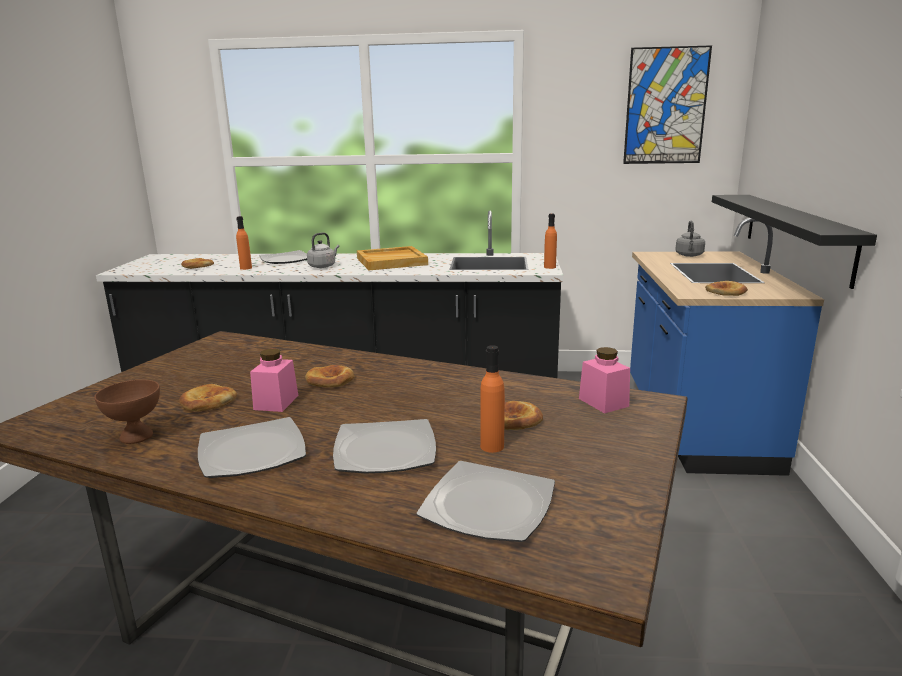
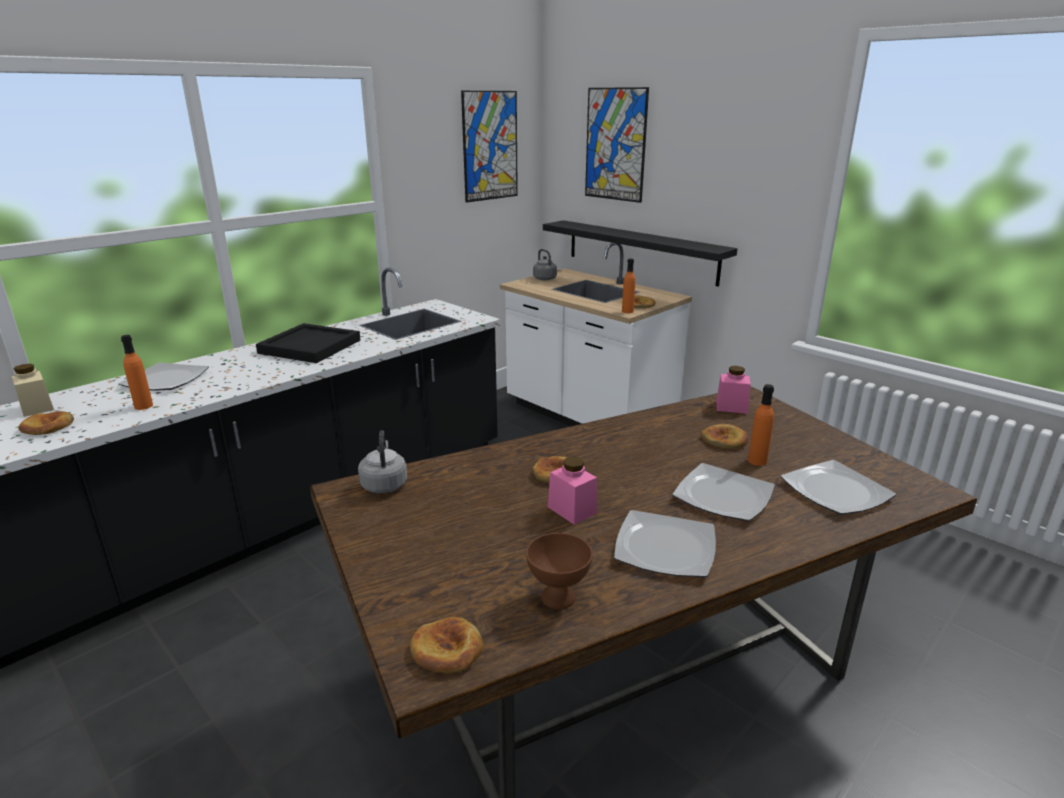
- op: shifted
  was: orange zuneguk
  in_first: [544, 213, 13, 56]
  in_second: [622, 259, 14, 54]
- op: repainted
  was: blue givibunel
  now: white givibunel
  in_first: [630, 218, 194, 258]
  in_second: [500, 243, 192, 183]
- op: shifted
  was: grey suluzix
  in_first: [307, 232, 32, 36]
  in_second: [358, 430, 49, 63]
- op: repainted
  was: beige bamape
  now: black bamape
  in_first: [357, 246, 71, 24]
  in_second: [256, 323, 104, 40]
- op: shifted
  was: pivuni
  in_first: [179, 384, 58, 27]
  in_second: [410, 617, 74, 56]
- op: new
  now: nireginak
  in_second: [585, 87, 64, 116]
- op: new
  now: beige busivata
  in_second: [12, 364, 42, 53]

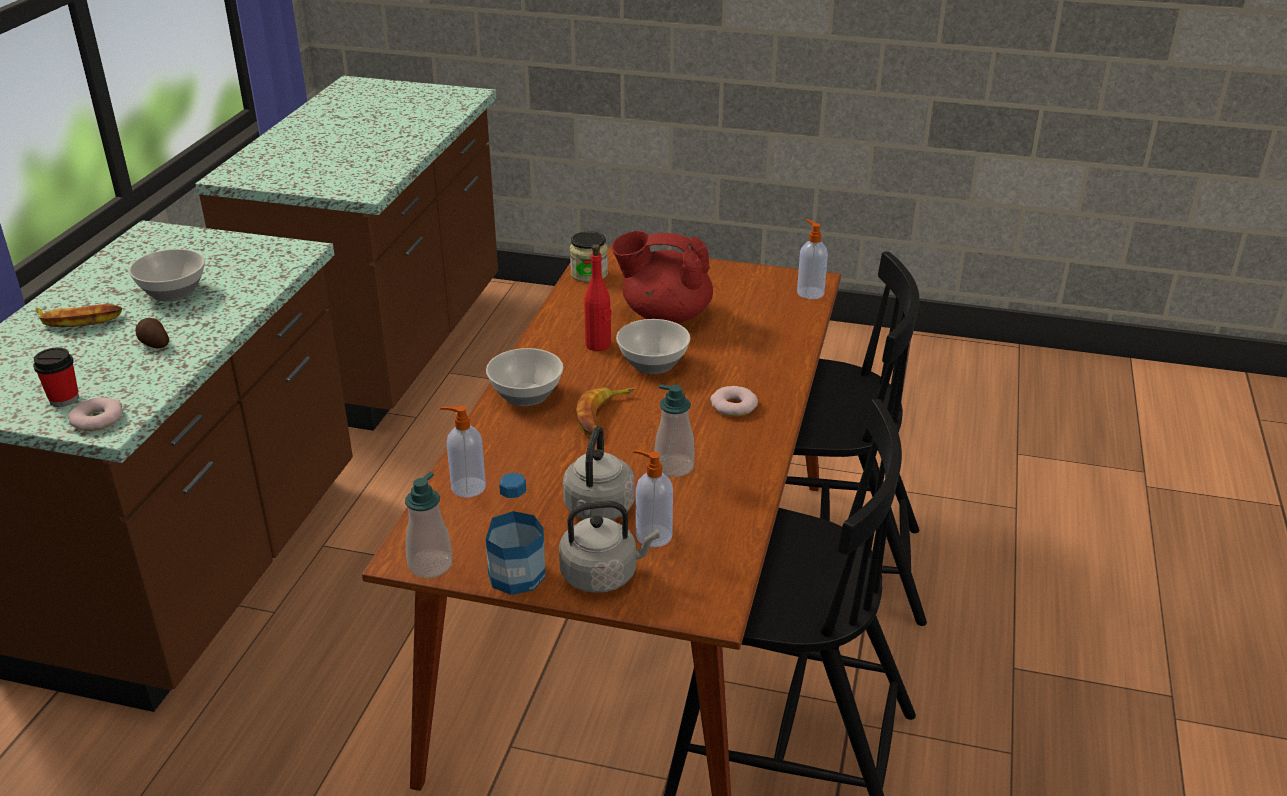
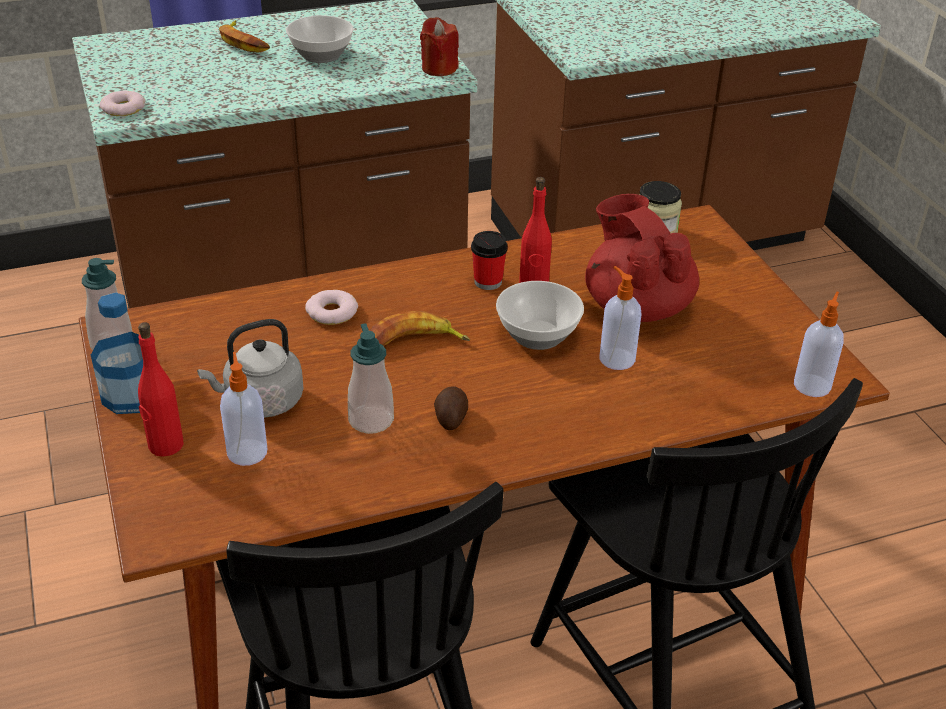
- op: shifted
  was: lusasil
  in_first: [135, 318, 34, 30]
  in_second: [434, 386, 34, 44]
- op: shifted
  was: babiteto
  in_first: [33, 347, 46, 60]
  in_second: [471, 231, 37, 59]
- op: gone
  was: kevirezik
  in_first: [486, 348, 77, 59]
- op: shifted
  was: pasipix
  in_first: [710, 386, 48, 30]
  in_second: [305, 290, 53, 35]
- op: shifted
  was: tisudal
  in_first: [440, 406, 46, 92]
  in_second: [600, 266, 41, 104]
- op: swapped
  was: grey suluzix
  now: red zuneguk
  in_first: [559, 501, 101, 92]
  in_second: [138, 322, 45, 135]
- op: new
  now: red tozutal
  in_second: [420, 17, 39, 59]

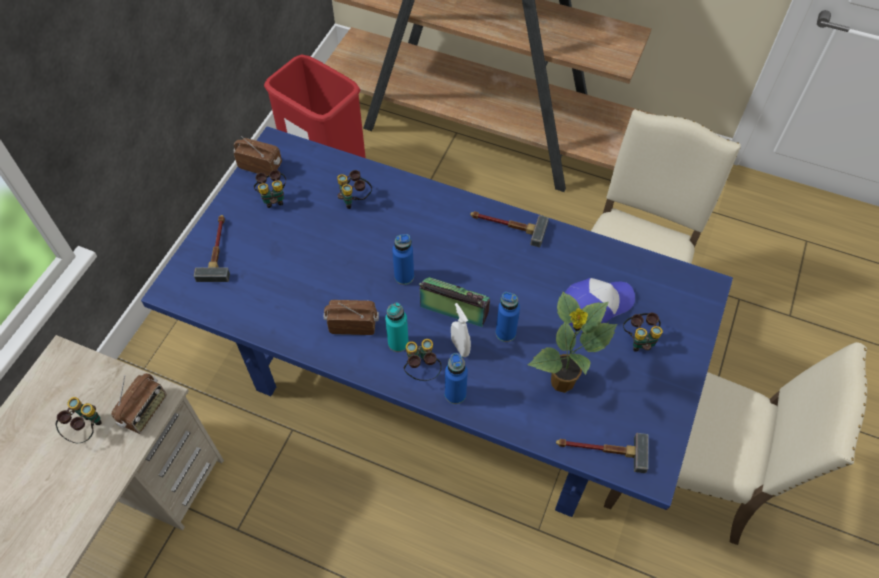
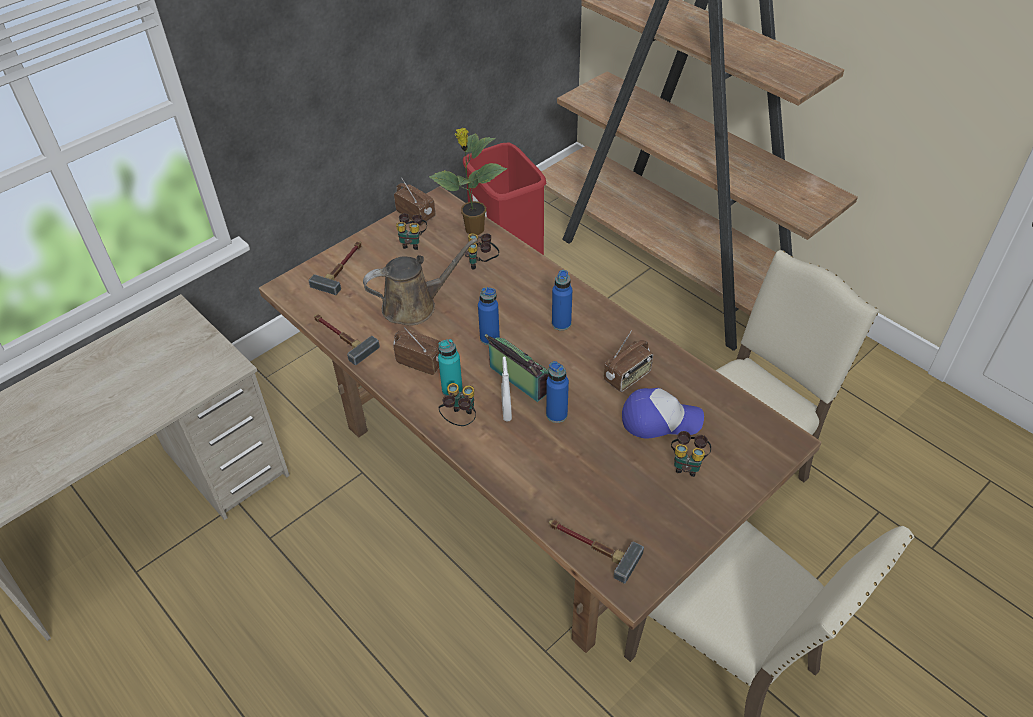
- op: repainted
  was: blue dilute
  now: brown dilute
  in_first: [141, 126, 592, 391]
  in_second: [259, 186, 563, 467]
- op: shifted
  was: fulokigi
  in_first: [470, 211, 79, 36]
  in_second: [314, 314, 66, 51]
- op: shifted
  was: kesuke
  in_first: [528, 292, 89, 101]
  in_second: [429, 128, 78, 107]
- op: shifted
  was: blue zuneguk
  in_first: [445, 353, 23, 51]
  in_second: [552, 270, 20, 61]
- op: shifted
  was: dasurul
  in_first: [111, 373, 55, 61]
  in_second: [604, 330, 49, 62]
- op: gone
  was: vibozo
  in_first: [56, 397, 46, 46]
- op: new
  now: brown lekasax
  in_second: [363, 238, 115, 88]

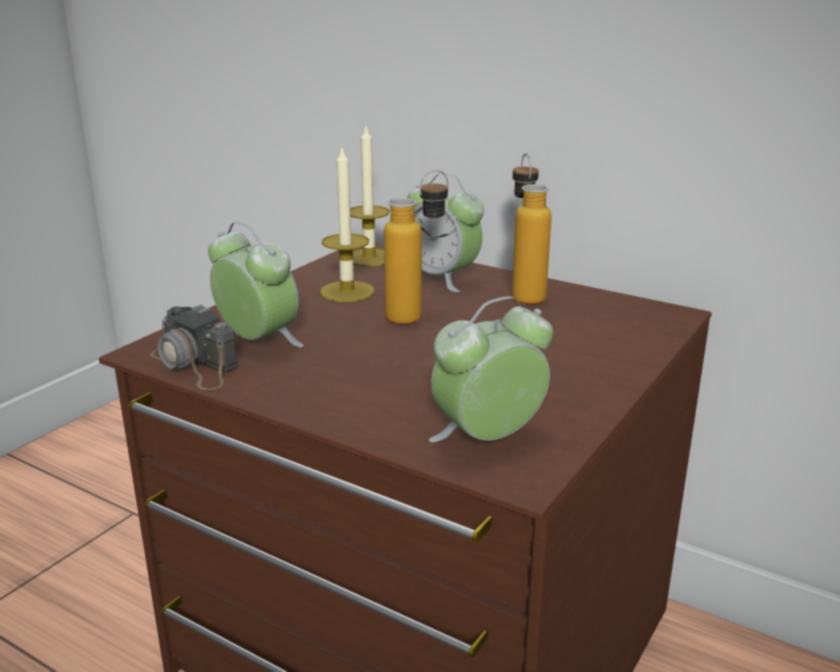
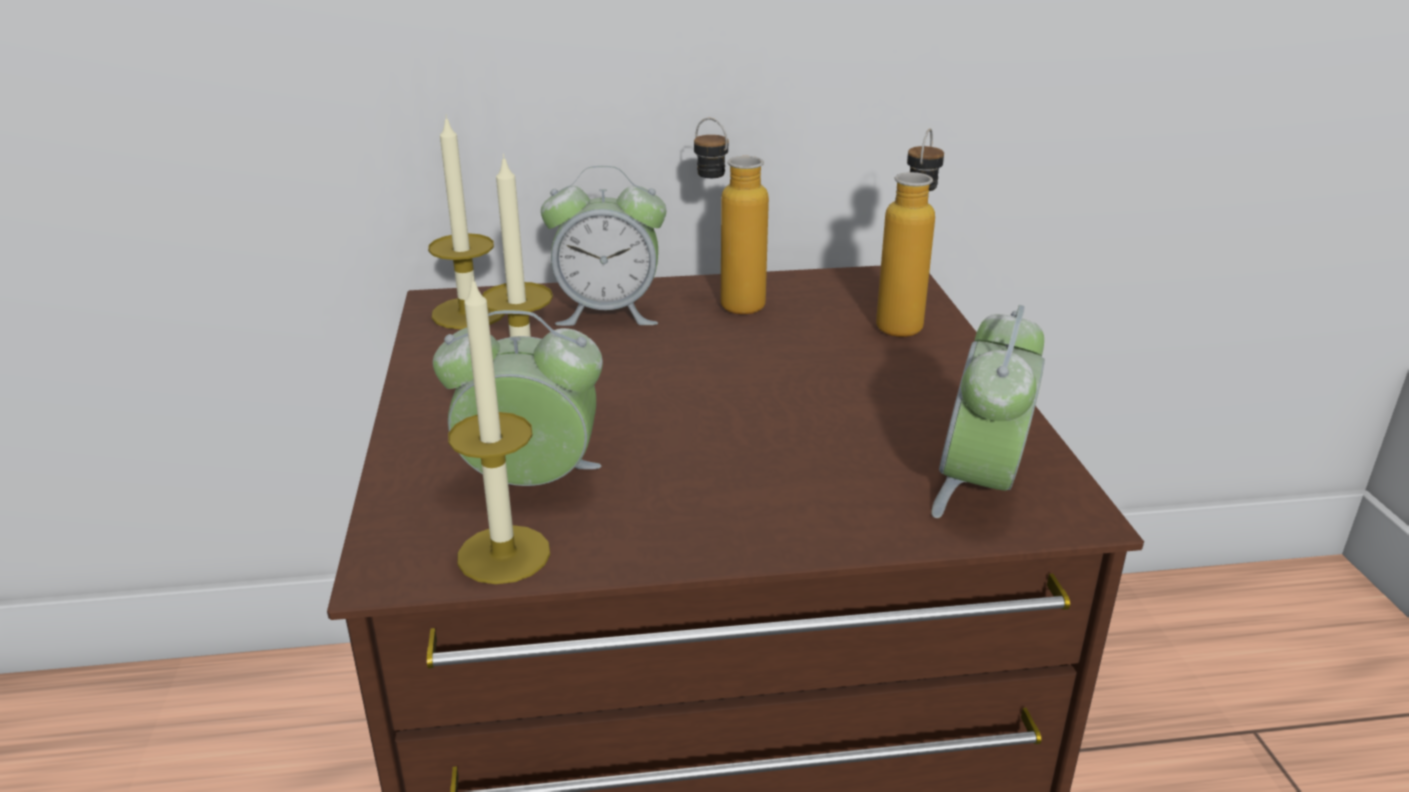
- op: shifted
  was: zuneguk
  in_first: [384, 170, 65, 154]
  in_second: [876, 129, 68, 208]
- op: swapped
  was: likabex
  now: tozutal
  in_first: [150, 304, 87, 87]
  in_second: [448, 276, 102, 308]

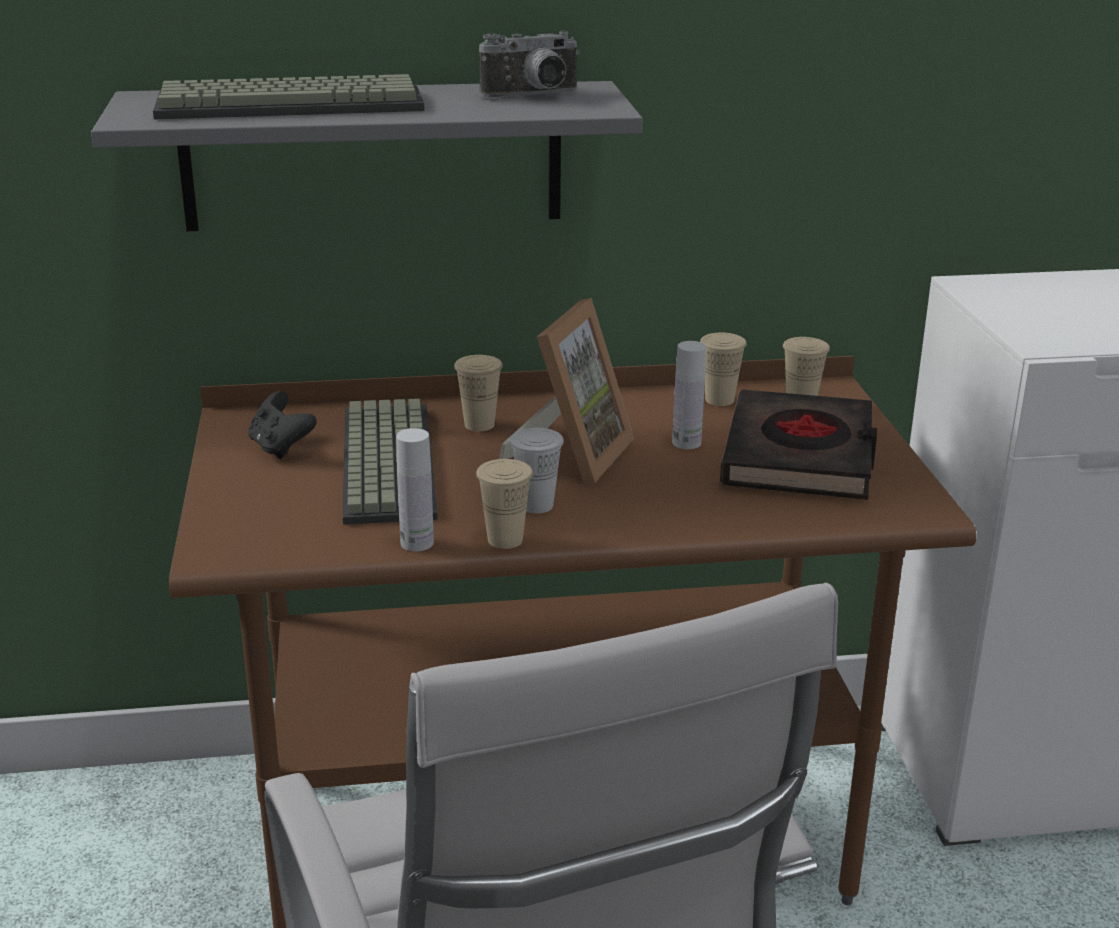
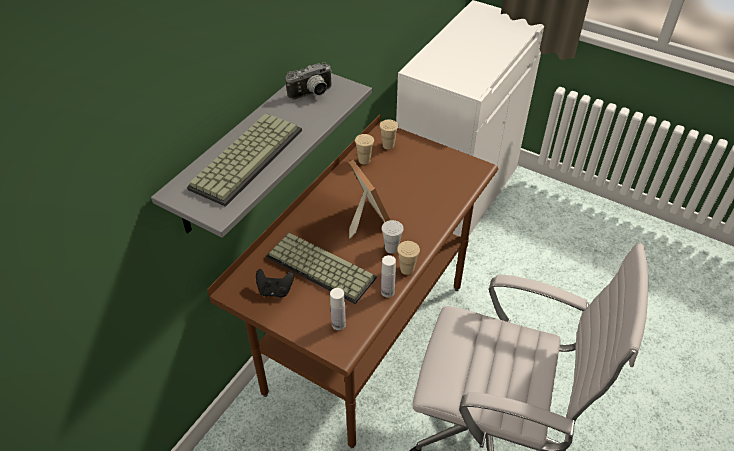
- op: rotated
  was: likabex
  in_first: [479, 31, 101, 67]
  in_second: [286, 62, 46, 38]
  clockwise: 45
- op: shifted
  was: white zuneguk
  in_first: [672, 341, 34, 108]
  in_second: [330, 288, 16, 42]
- op: gone
  was: beige babiteto
  in_first: [454, 355, 49, 76]
- op: gone
  was: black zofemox
  in_first: [720, 390, 157, 110]

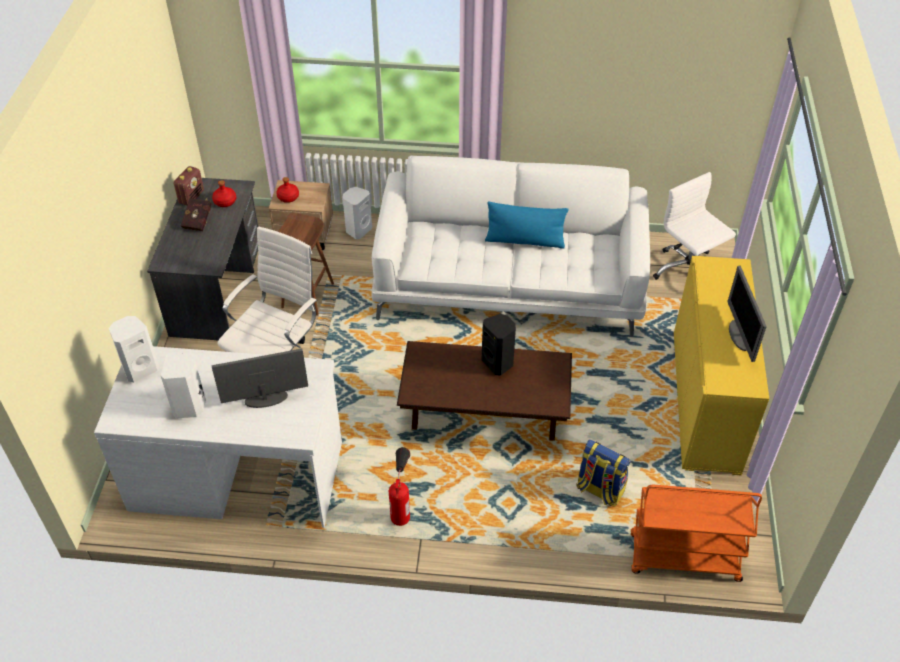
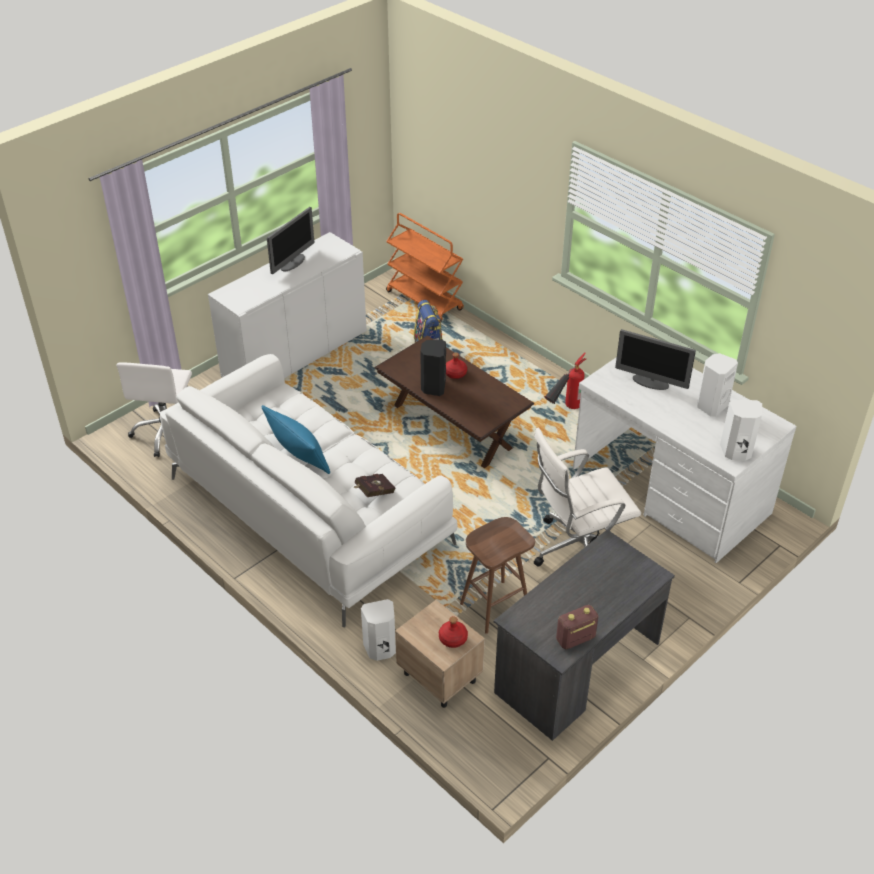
- op: shifted
  was: red zuneguk
  in_first: [212, 180, 24, 27]
  in_second: [446, 353, 21, 26]
- op: shifted
  was: red zofemox
  in_first: [181, 198, 31, 33]
  in_second: [354, 474, 41, 23]
- op: repainted
  was: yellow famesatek
  now: white famesatek
  in_first: [674, 256, 95, 219]
  in_second: [208, 232, 159, 146]

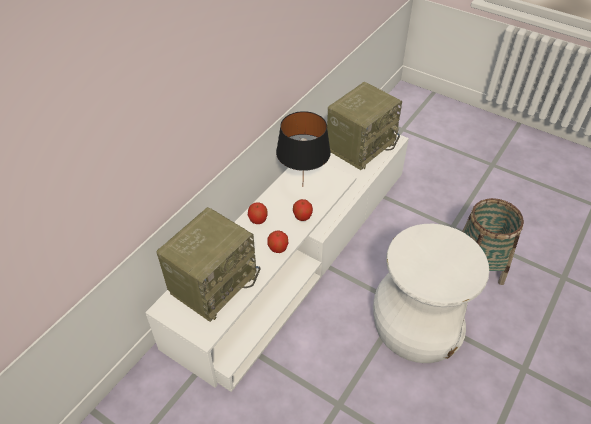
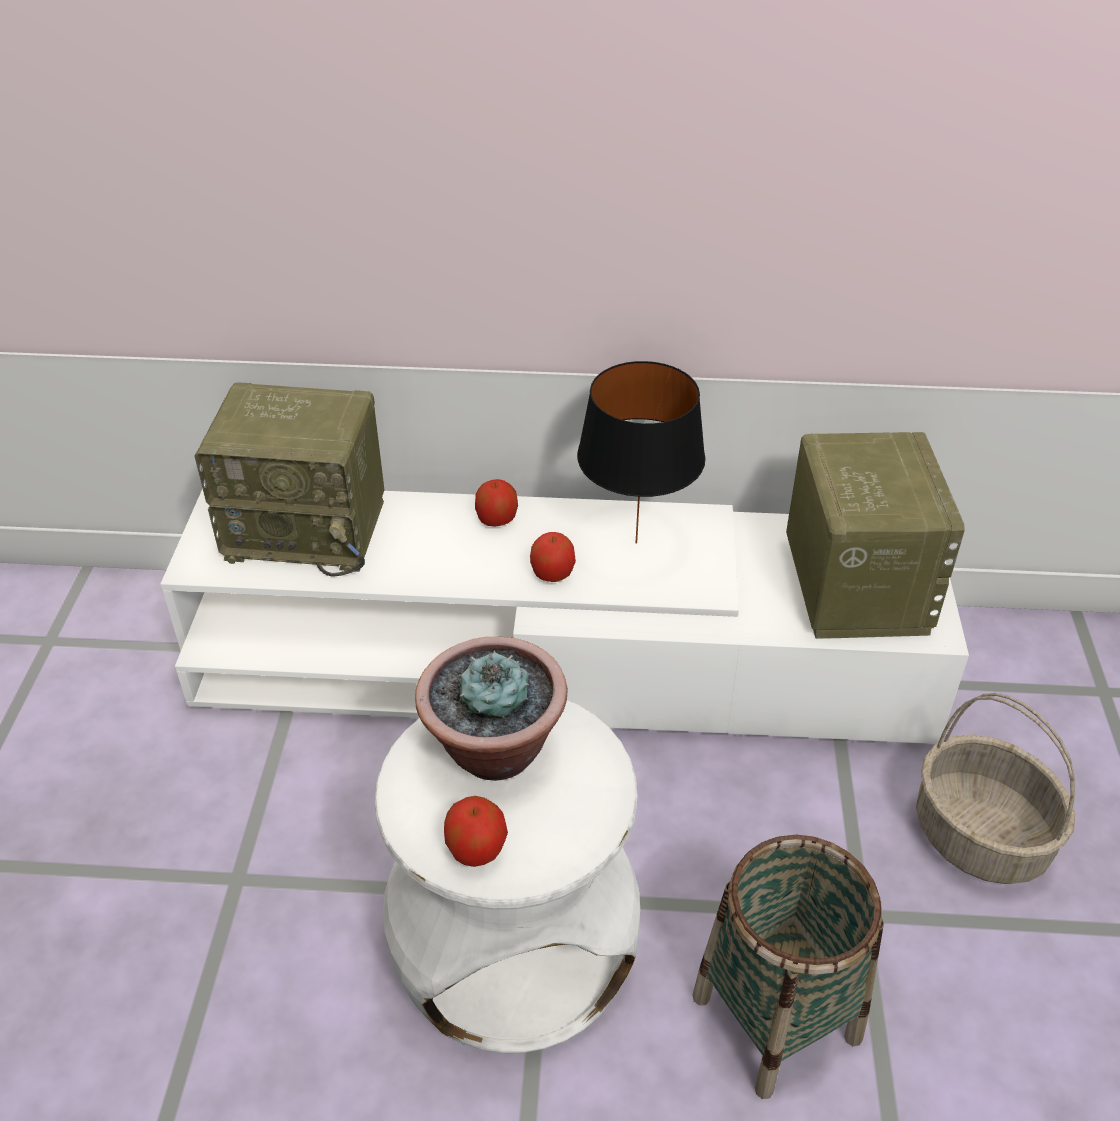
- op: rotated
  was: dasurul
  in_first: [327, 82, 75, 88]
  in_second: [786, 432, 179, 207]
  clockwise: -105
- op: shifted
  was: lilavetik
  in_first: [267, 231, 21, 22]
  in_second: [444, 796, 64, 71]
- op: new
  now: kesuke
  in_second: [415, 637, 153, 144]
- op: new
  now: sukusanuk
  in_second: [916, 693, 159, 191]

